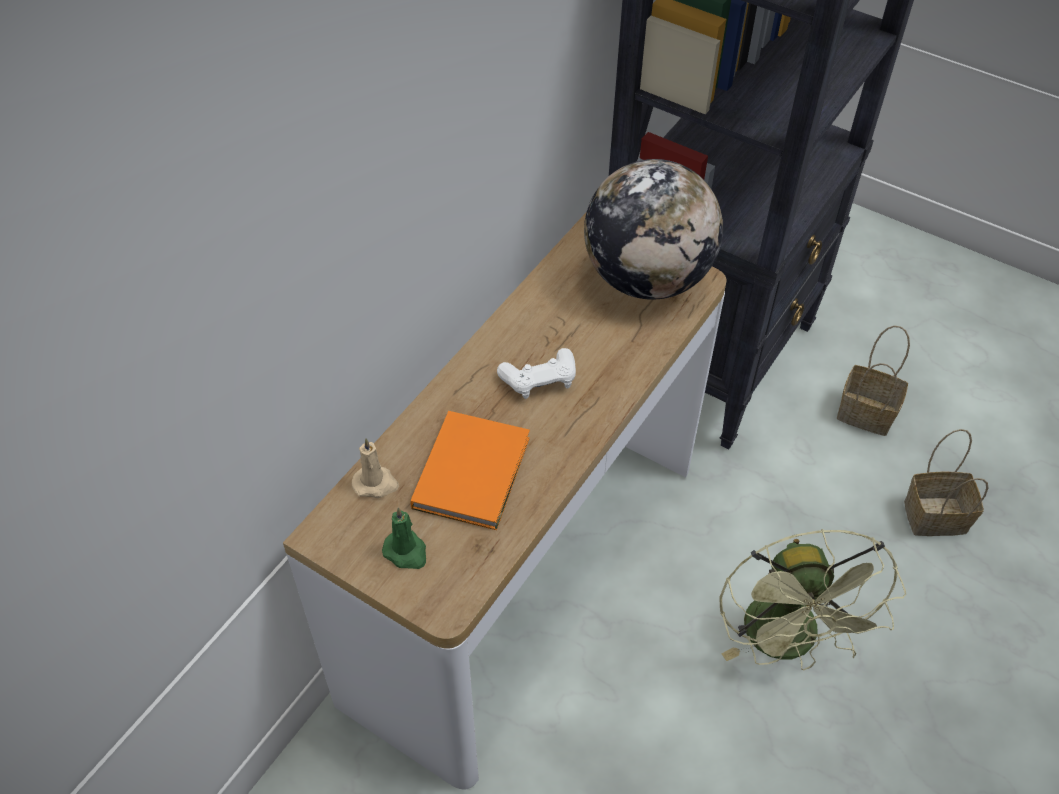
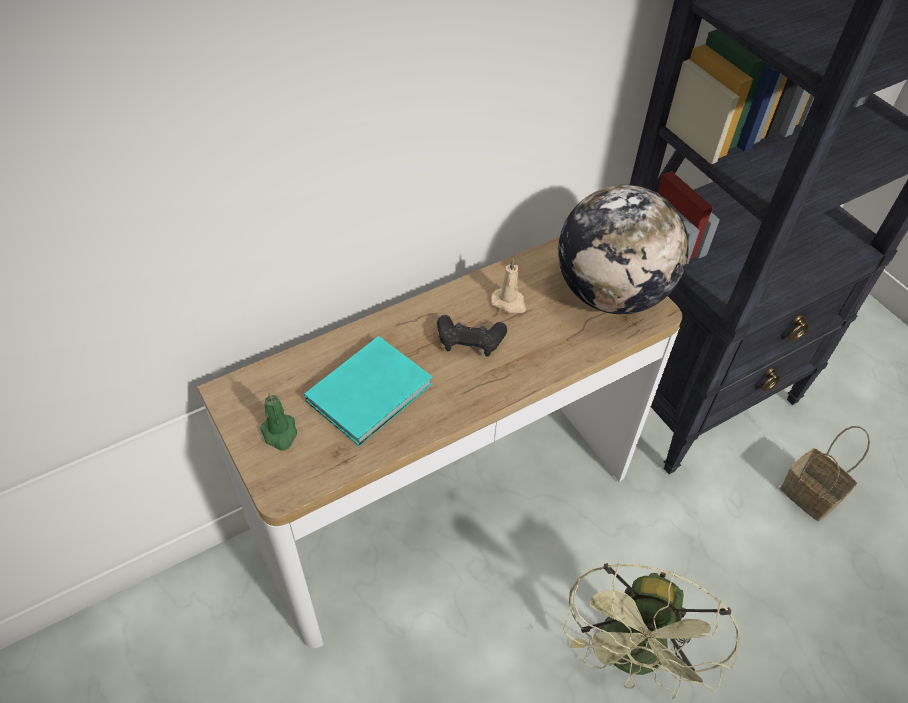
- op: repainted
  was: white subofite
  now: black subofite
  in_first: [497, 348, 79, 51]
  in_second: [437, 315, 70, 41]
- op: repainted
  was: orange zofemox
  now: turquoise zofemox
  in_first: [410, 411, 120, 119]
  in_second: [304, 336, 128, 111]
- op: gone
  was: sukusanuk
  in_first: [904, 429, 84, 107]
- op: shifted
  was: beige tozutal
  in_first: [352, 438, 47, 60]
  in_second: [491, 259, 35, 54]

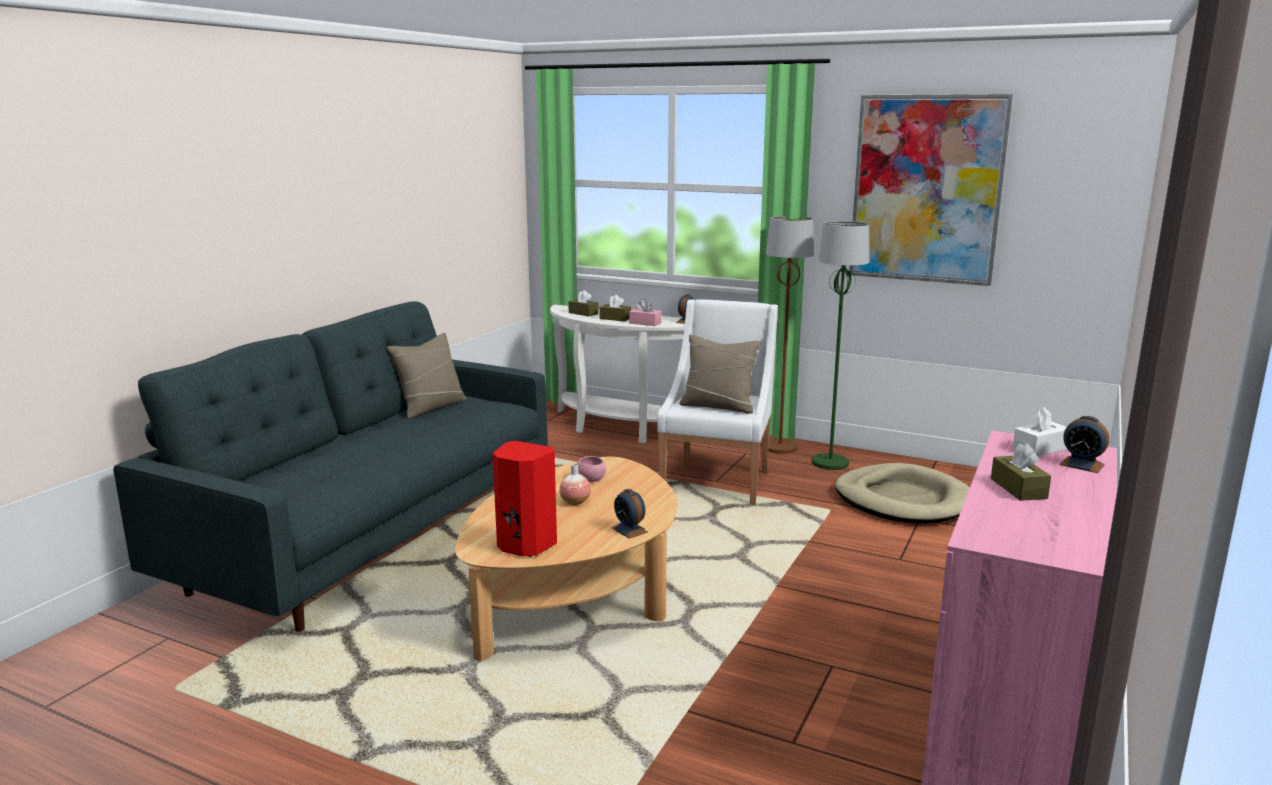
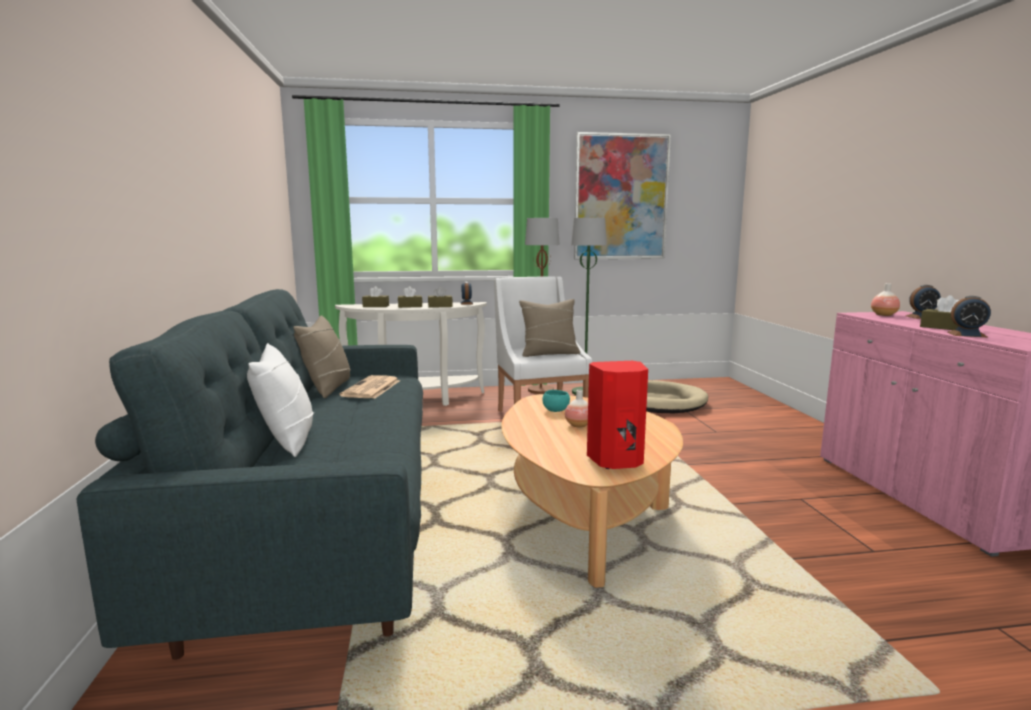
- op: repainted
  was: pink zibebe
  now: brown zibebe
  in_first: [629, 299, 33, 27]
  in_second: [428, 286, 25, 22]
- op: swapped
  was: white zibebe
  now: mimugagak
  in_first: [1012, 407, 55, 49]
  in_second: [871, 283, 29, 33]
- op: repainted
  was: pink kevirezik
  now: turquoise kevirezik
  in_first: [577, 456, 29, 26]
  in_second: [542, 390, 28, 22]
- op: shifted
  was: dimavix
  in_first: [612, 489, 36, 50]
  in_second: [947, 296, 44, 41]
- op: new
  now: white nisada
  in_second: [247, 343, 67, 114]
- op: new
  now: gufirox
  in_second: [340, 375, 60, 23]

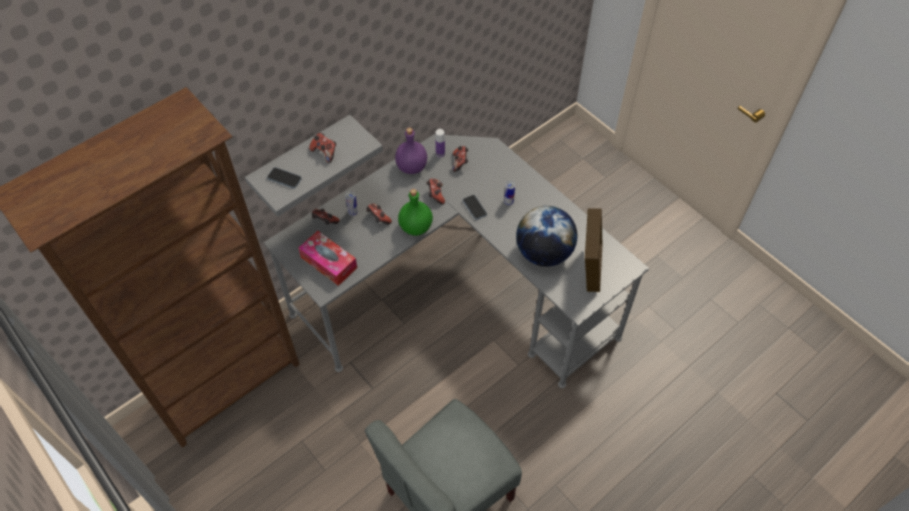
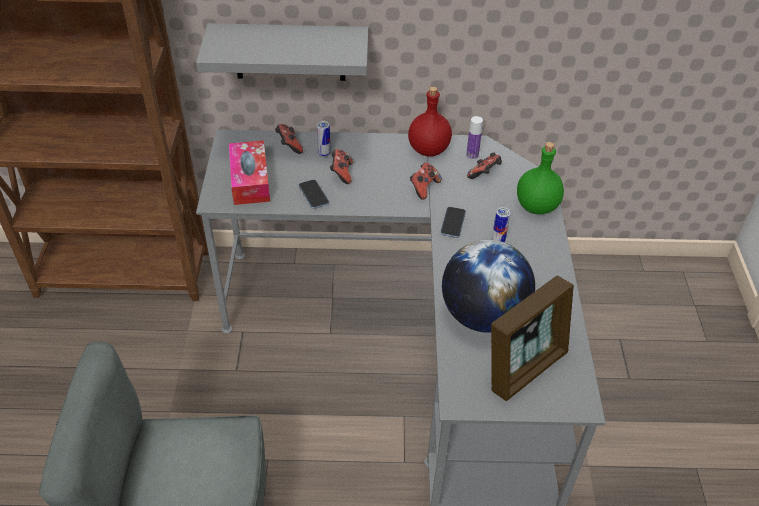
- op: repainted
  was: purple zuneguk
  now: red zuneguk
  in_first: [395, 128, 32, 46]
  in_second: [408, 87, 44, 70]
- op: gone
  was: subofite
  in_first: [309, 133, 27, 30]
- op: shifted
  was: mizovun
  in_first: [267, 167, 35, 21]
  in_second: [299, 179, 30, 30]
- op: shifted
  was: green zuneguk
  in_first: [398, 189, 35, 47]
  in_second: [517, 142, 47, 72]

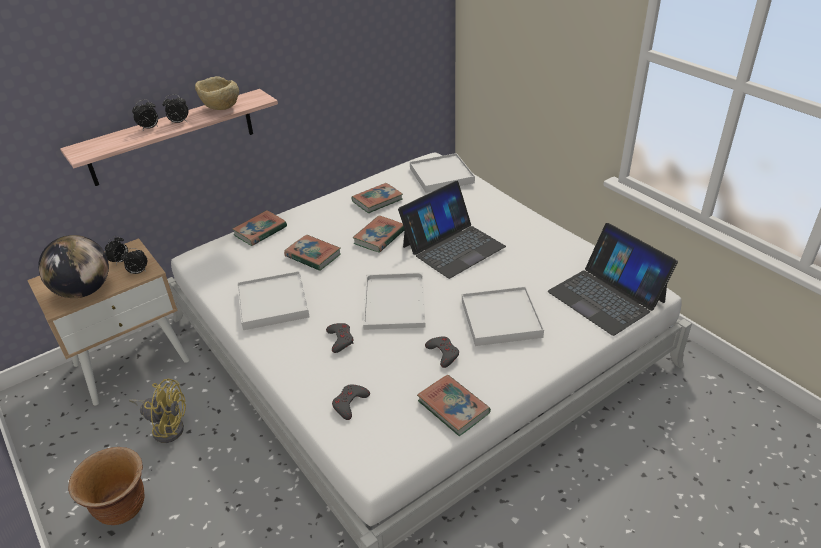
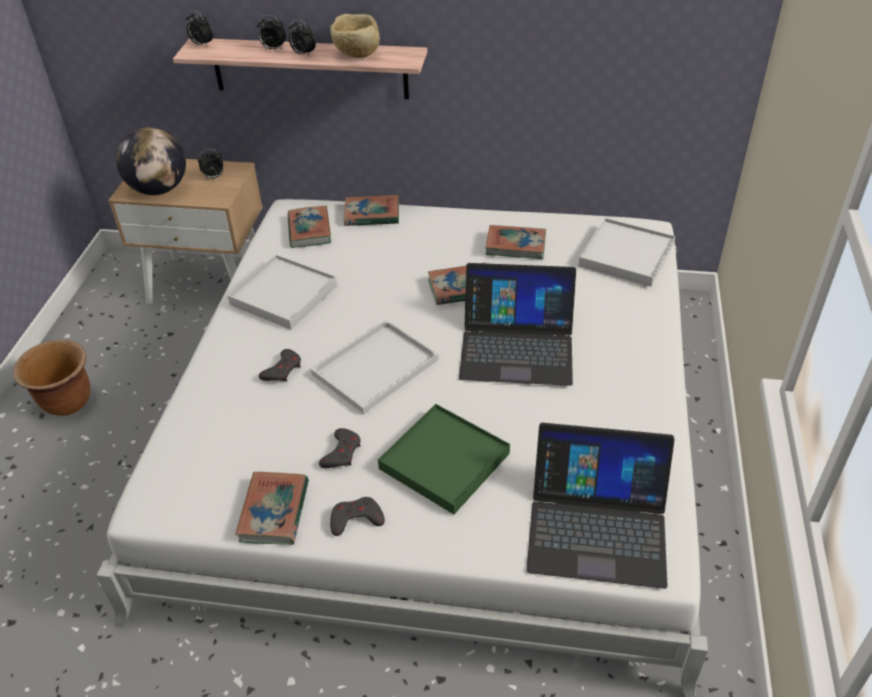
- op: rotated
  was: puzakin
  in_first: [548, 223, 130, 113]
  in_second: [527, 423, 148, 166]
  clockwise: -90
- op: shifted
  was: zofemox
  in_first: [284, 235, 57, 36]
  in_second: [288, 206, 43, 42]
- op: shifted
  was: dimavix
  in_first: [121, 248, 26, 26]
  in_second: [185, 10, 28, 37]
- op: repainted
  was: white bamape
  now: green bamape
  in_first: [462, 286, 82, 60]
  in_second: [378, 404, 132, 110]
- op: gone
  was: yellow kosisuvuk
  in_first: [129, 379, 57, 64]
- op: shifted
  was: grey subofite
  in_first: [332, 384, 38, 36]
  in_second: [330, 497, 55, 39]

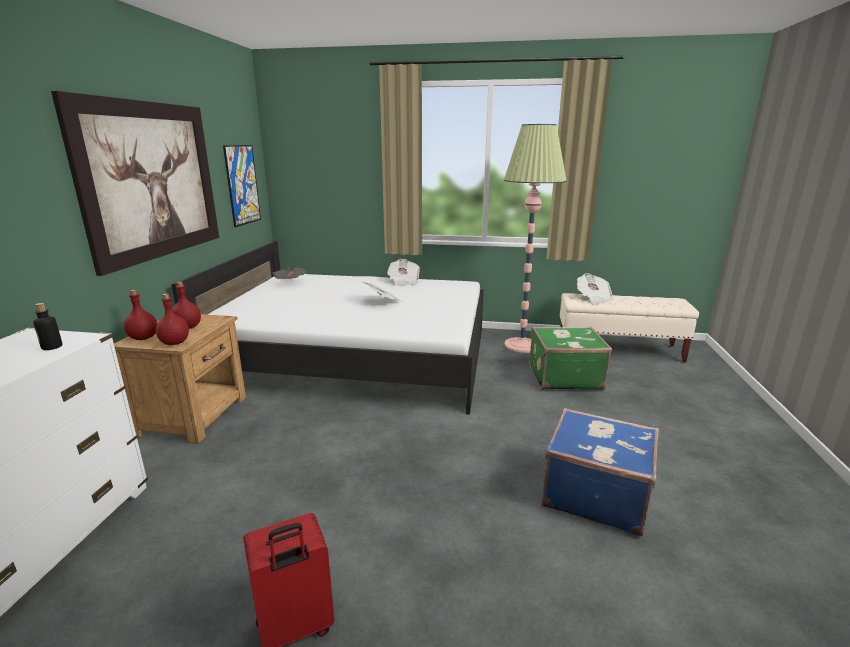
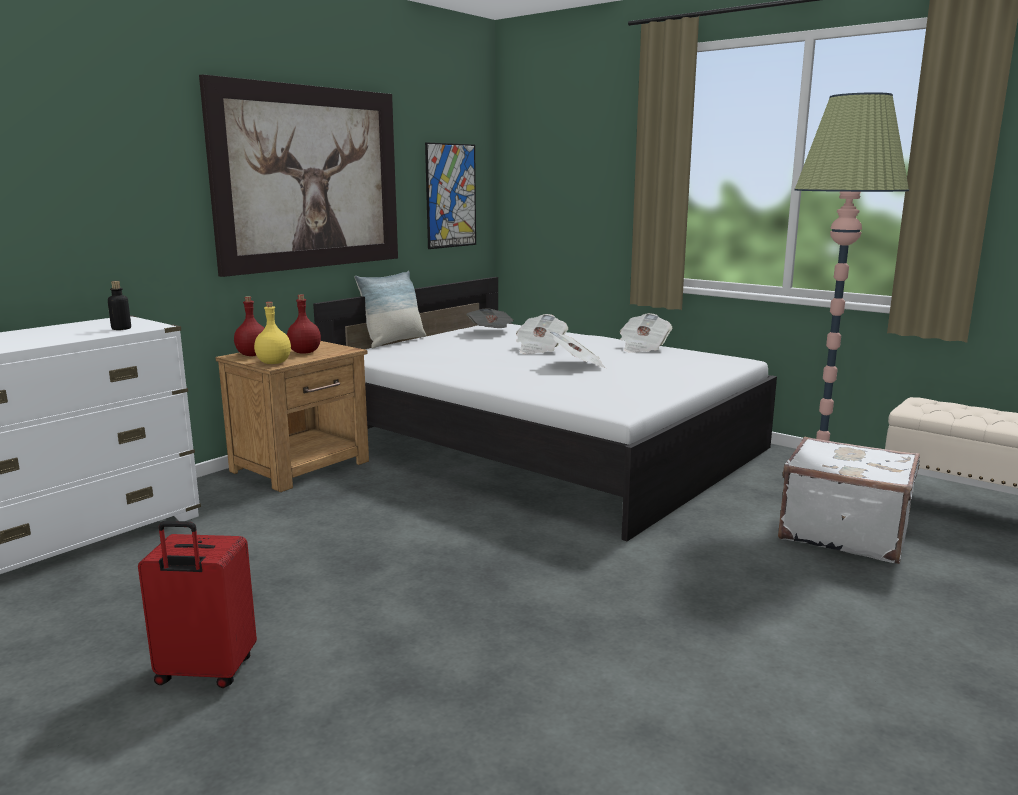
- op: shifted
  was: gufirox
  in_first: [577, 273, 36, 31]
  in_second: [516, 314, 52, 40]
- op: repainted
  was: red zuneguk
  now: yellow zuneguk
  in_first: [156, 293, 33, 52]
  in_second: [254, 302, 37, 62]
- op: repainted
  was: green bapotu
  now: white bapotu
  in_first: [530, 327, 82, 63]
  in_second: [778, 436, 142, 128]
- op: gone
  was: blue bapotu
  in_first: [541, 408, 118, 128]
- op: new
  now: nisada
  in_second: [355, 271, 71, 77]

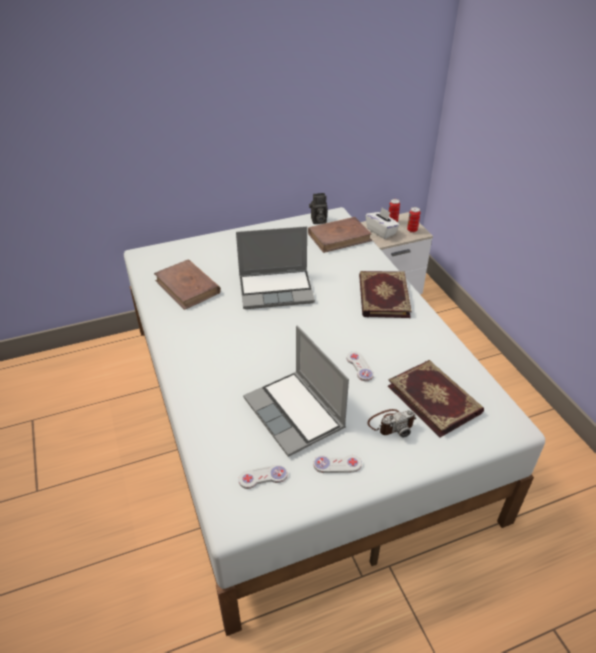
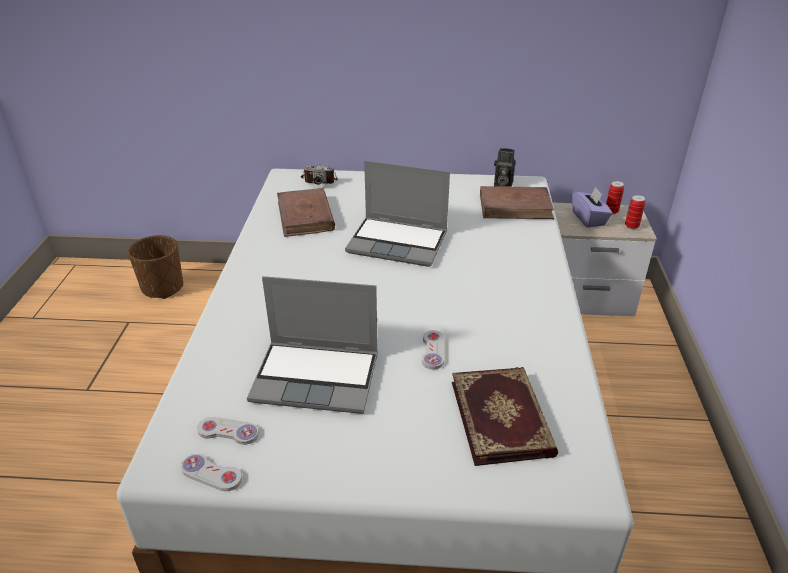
- op: repainted
  was: white zibebe
  now: purple zibebe
  in_first: [366, 207, 34, 32]
  in_second: [572, 186, 40, 42]
- op: gone
  was: zofemox
  in_first: [359, 271, 53, 47]
- op: rotated
  was: puzakin
  in_first: [243, 326, 106, 131]
  in_second: [247, 276, 131, 138]
  clockwise: -75
- op: shifted
  was: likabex
  in_first: [367, 409, 49, 28]
  in_second: [301, 165, 37, 20]
- op: shifted
  was: white subofite
  in_first: [313, 455, 49, 18]
  in_second: [181, 454, 61, 37]
- op: new
  now: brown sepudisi
  in_second: [128, 235, 55, 64]

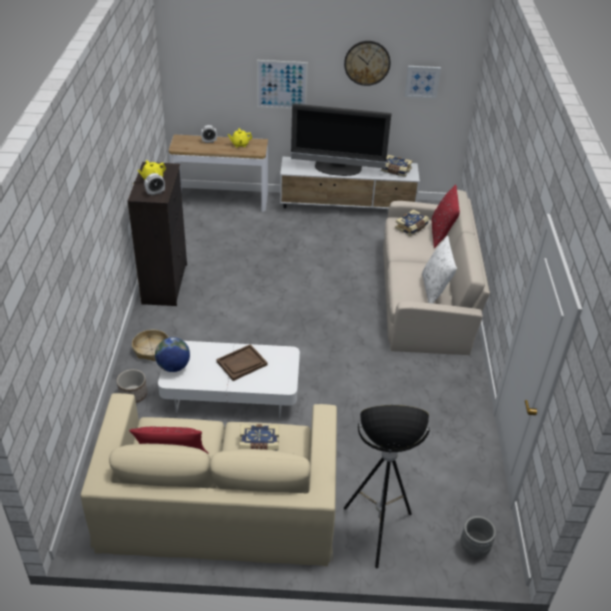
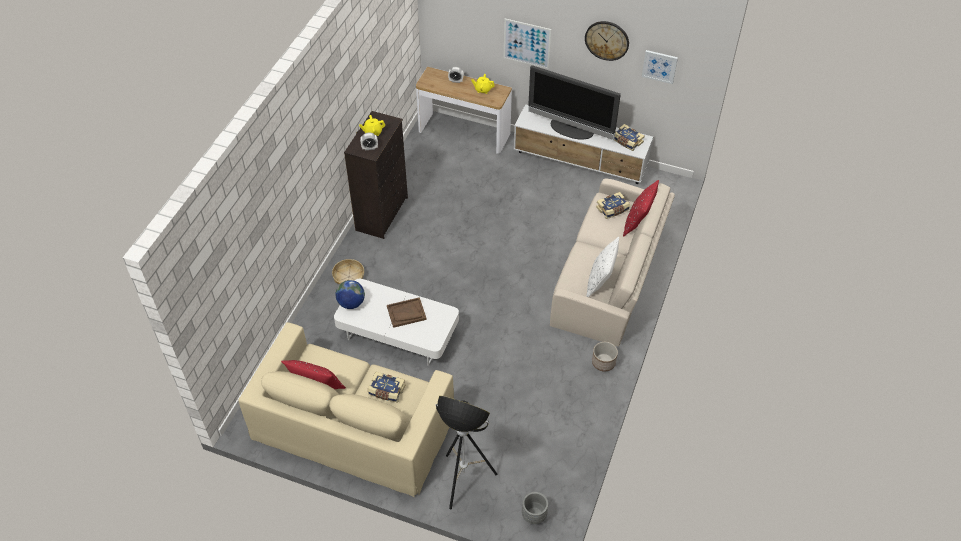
- op: shifted
  was: sepudisi
  in_first: [117, 369, 30, 34]
  in_second: [592, 342, 26, 30]

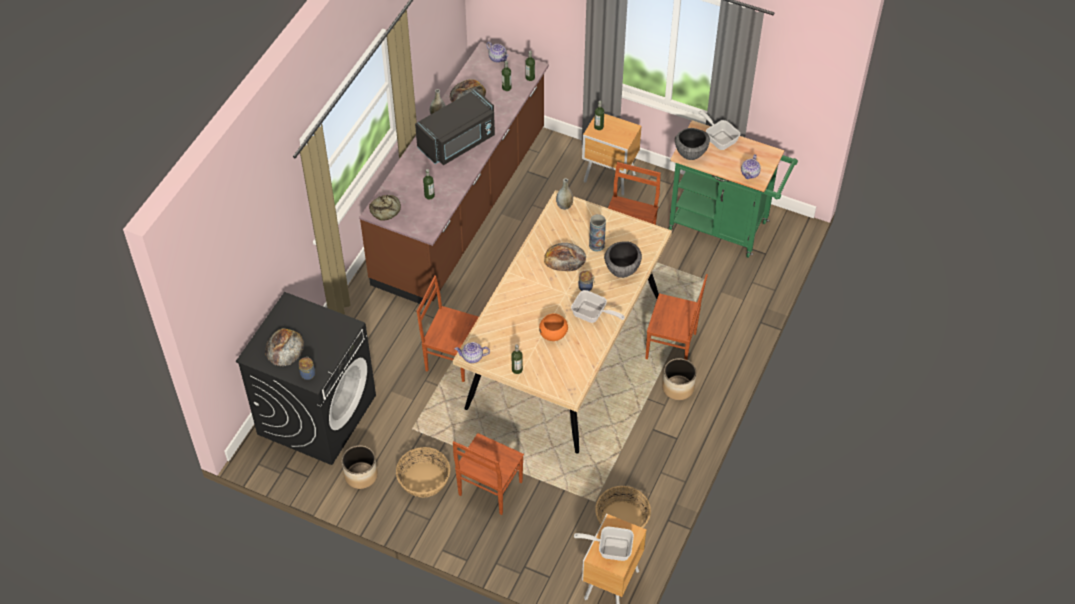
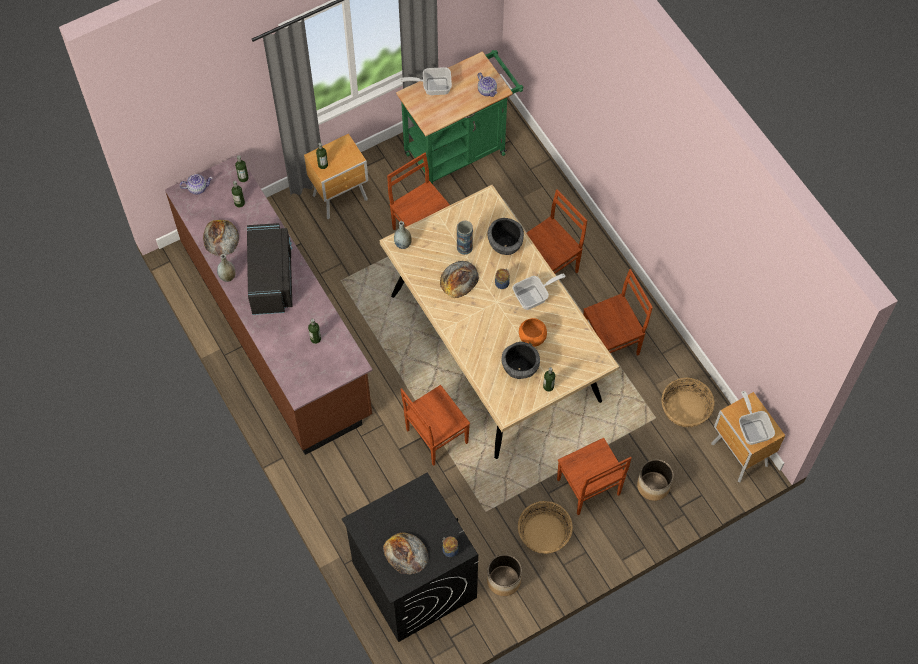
- op: shifted
  was: kevirezik
  in_first: [675, 128, 35, 32]
  in_second: [502, 342, 38, 37]
- op: gone
  was: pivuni
  in_first: [369, 195, 32, 26]
- op: gone
  was: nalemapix
  in_first: [455, 342, 35, 21]
- op: shifted
  was: sepudisi
  in_first: [662, 358, 34, 42]
  in_second: [637, 459, 36, 42]
- op: rotated
  was: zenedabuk
  in_first: [574, 527, 60, 34]
  in_second: [739, 391, 36, 54]
  clockwise: 120
- op: new
  now: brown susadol
  in_second: [583, 269, 70, 87]

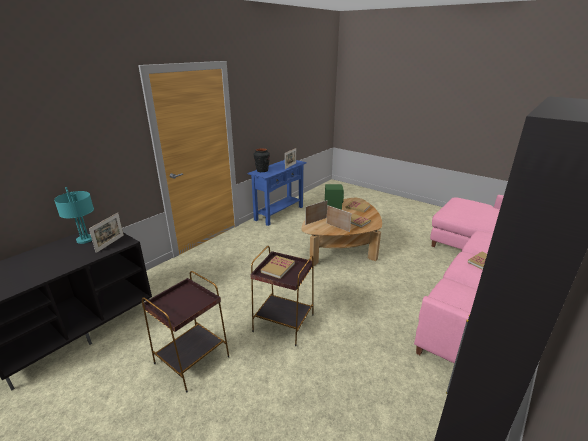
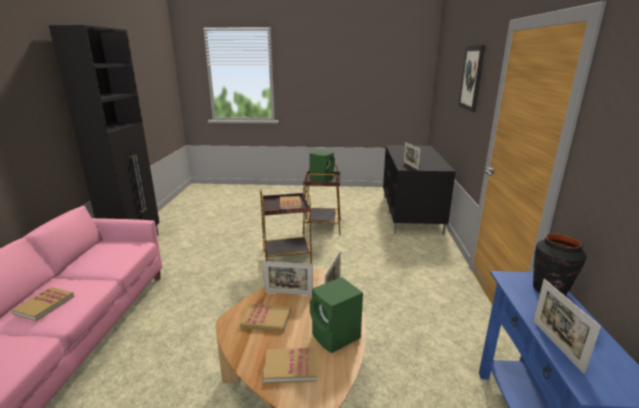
- op: gone
  was: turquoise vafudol
  in_first: [54, 187, 40, 57]
- op: new
  now: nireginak
  in_second: [458, 45, 27, 67]
- op: new
  now: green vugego
  in_second: [310, 150, 25, 32]

